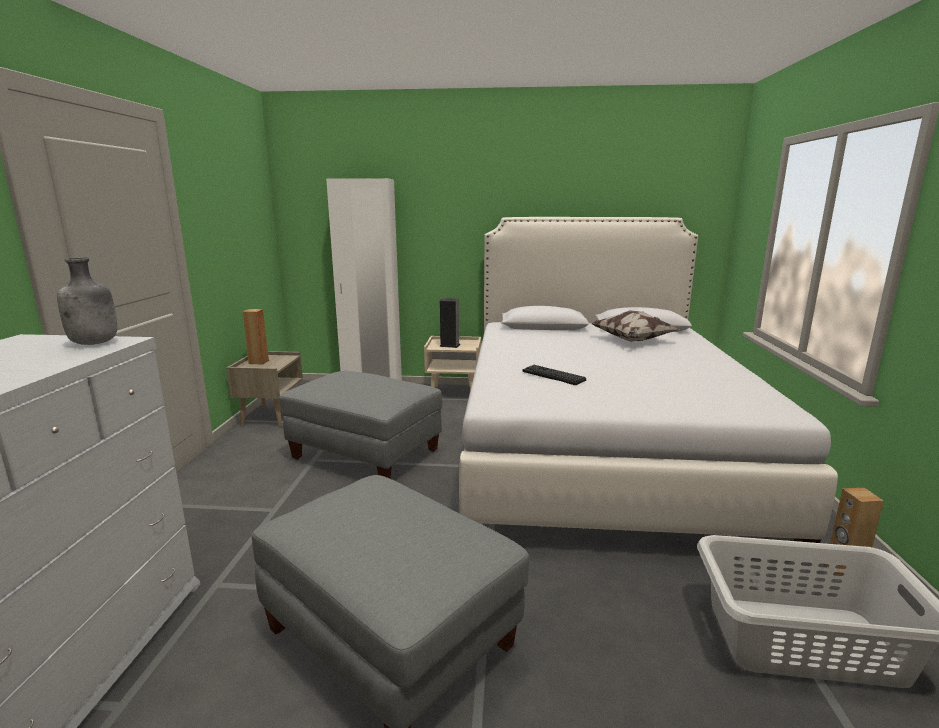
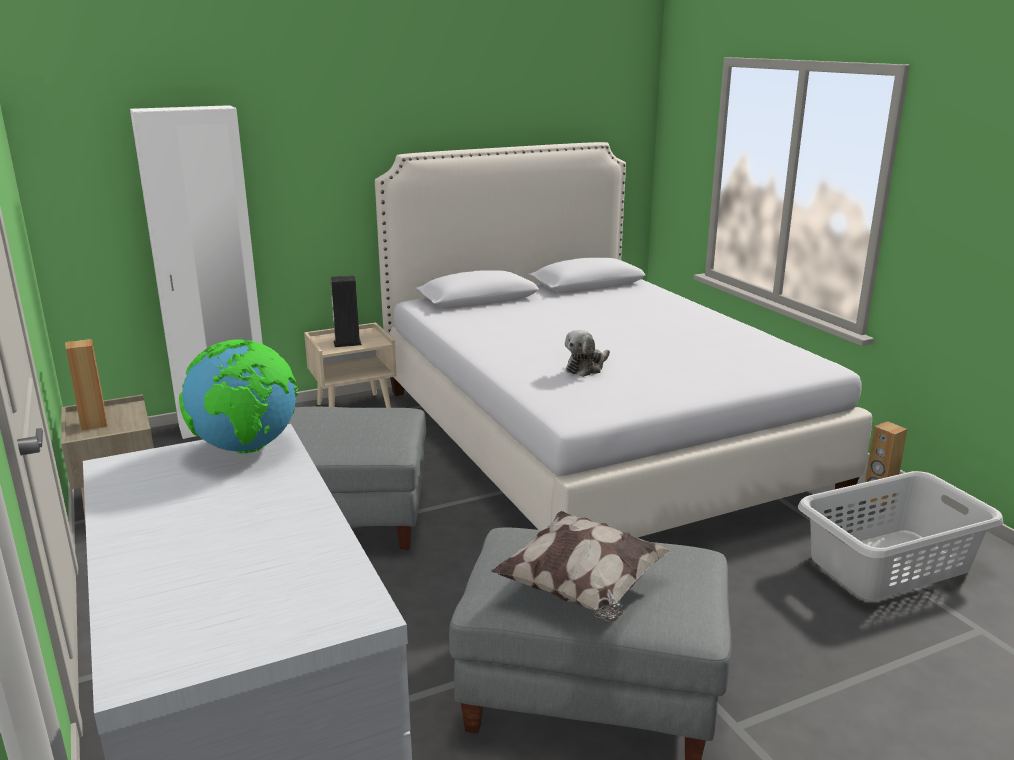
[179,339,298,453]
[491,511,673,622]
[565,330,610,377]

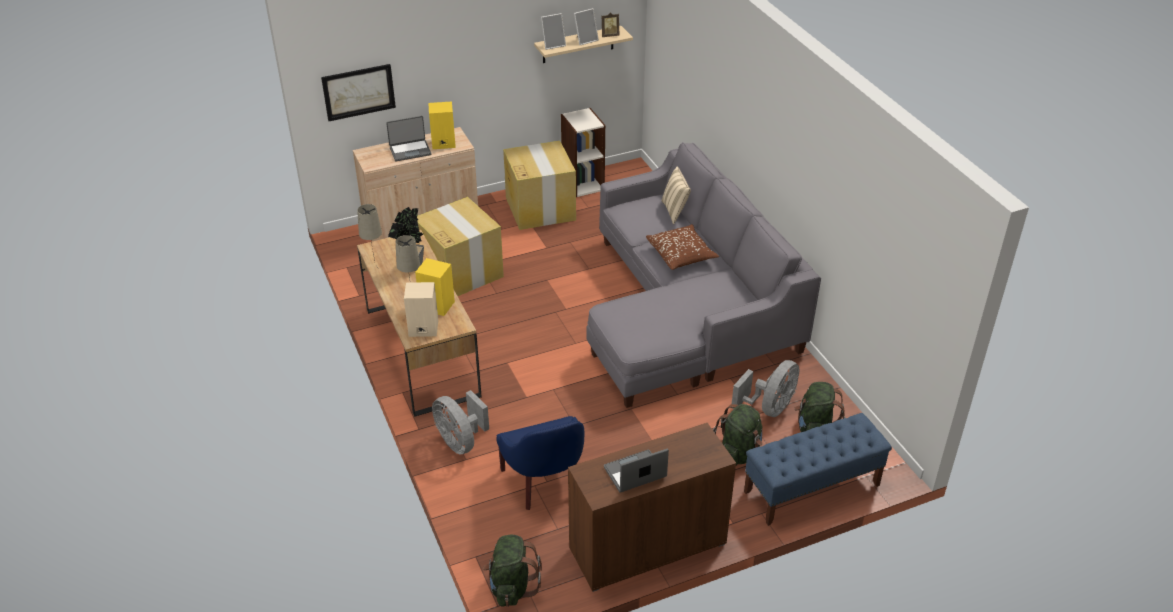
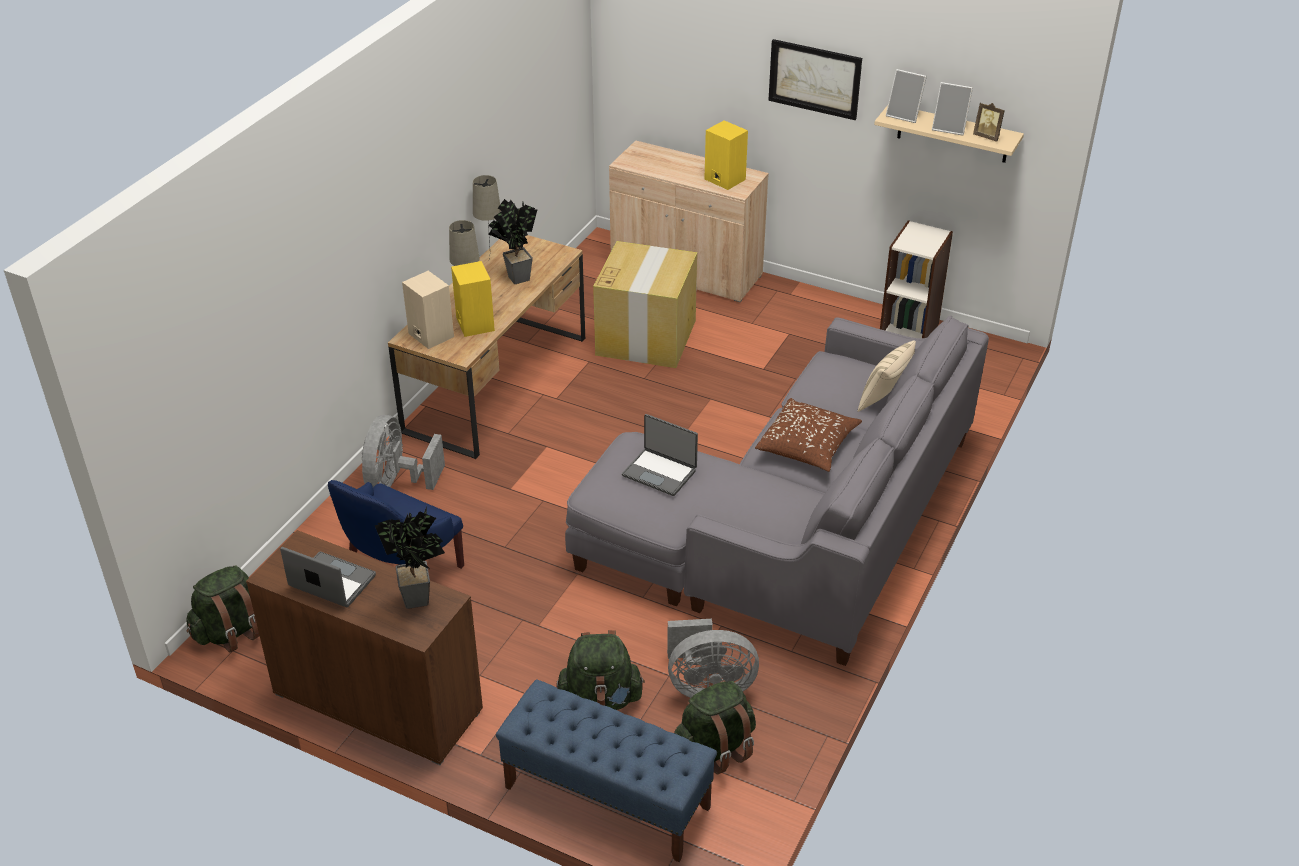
[375,506,445,609]
[622,414,698,496]
[768,39,862,120]
[503,141,576,230] (first image)

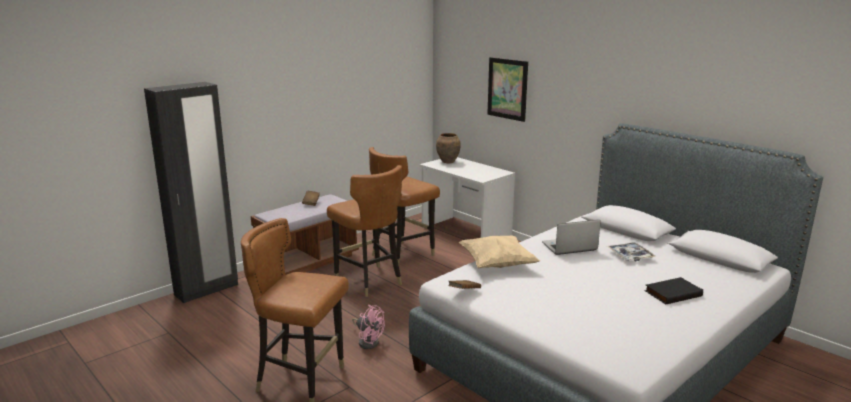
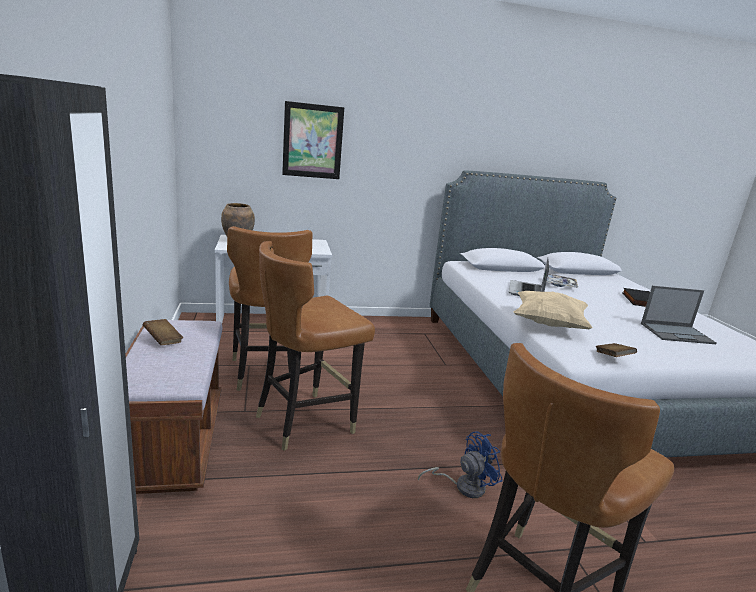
[256,241,375,451]
[418,431,503,498]
[641,286,717,344]

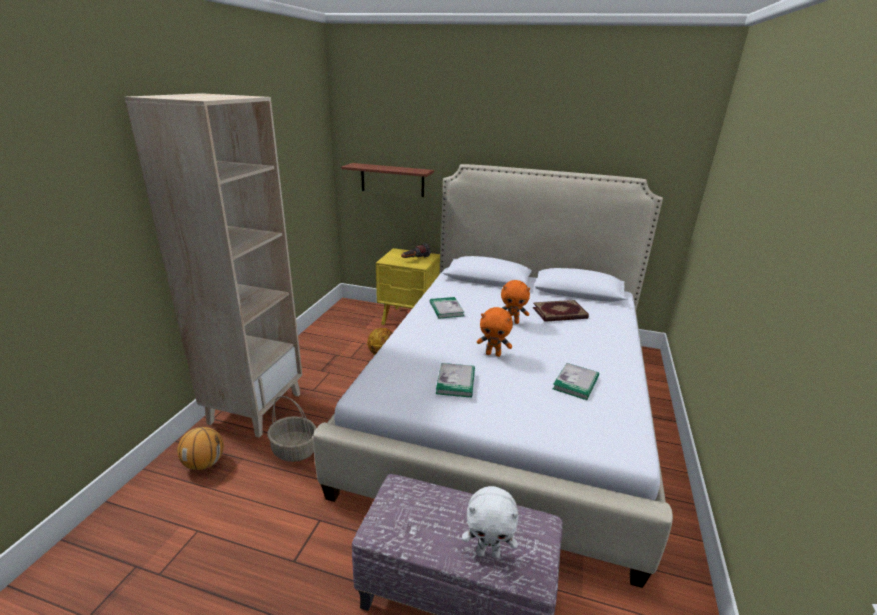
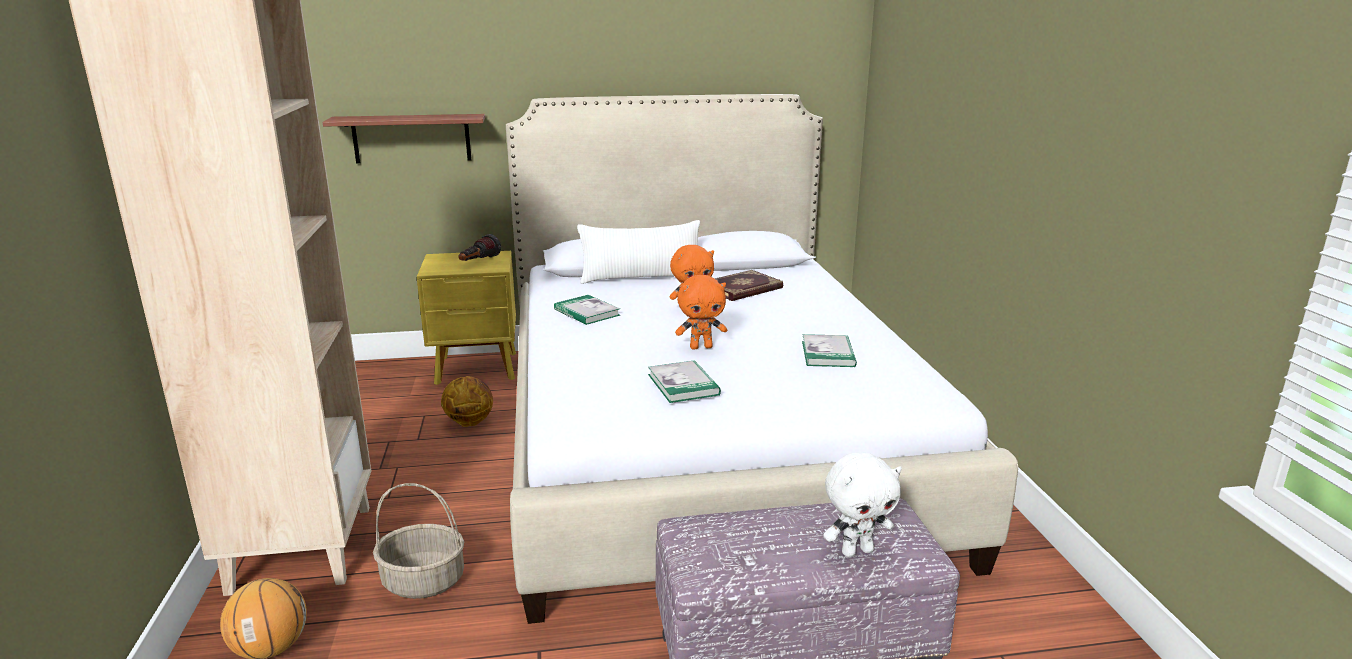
[577,220,700,284]

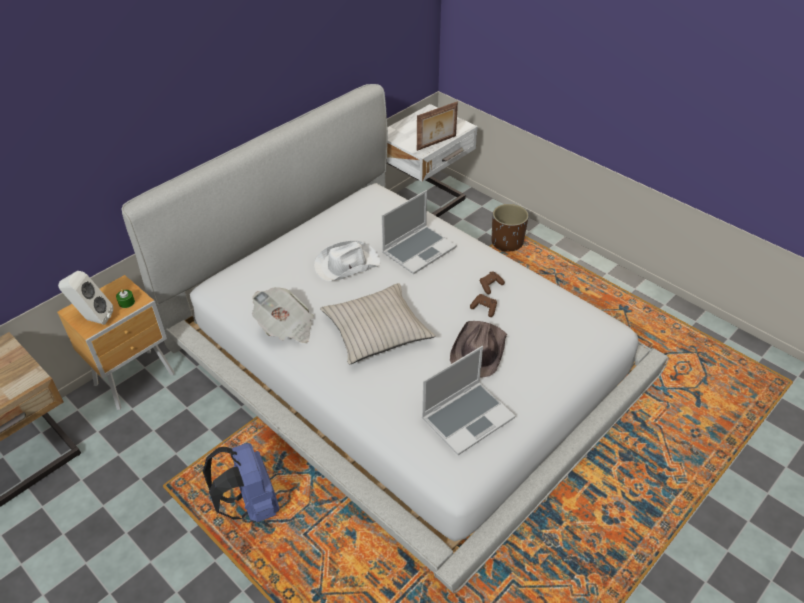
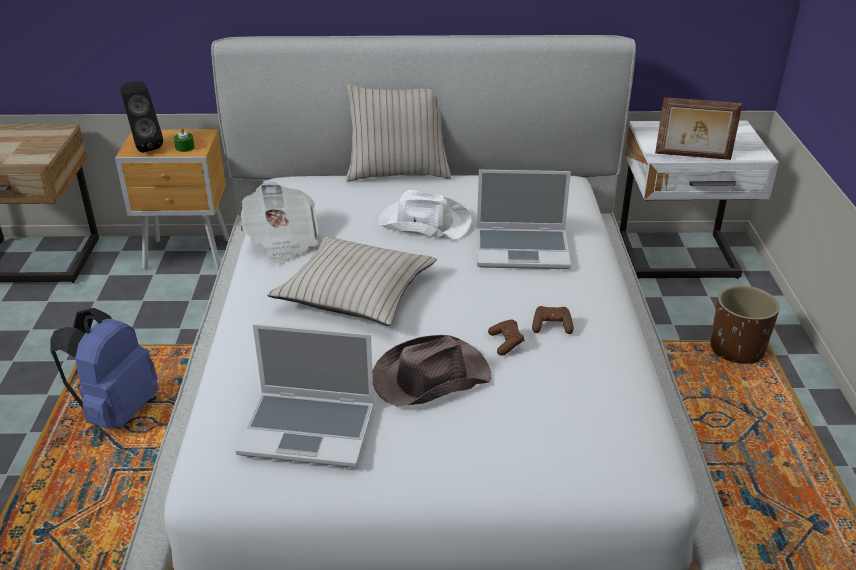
[121,81,163,153]
[345,84,451,182]

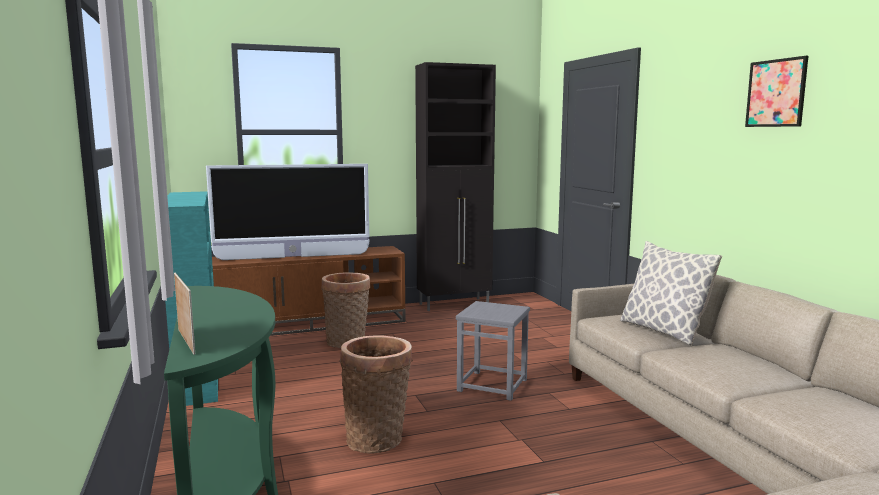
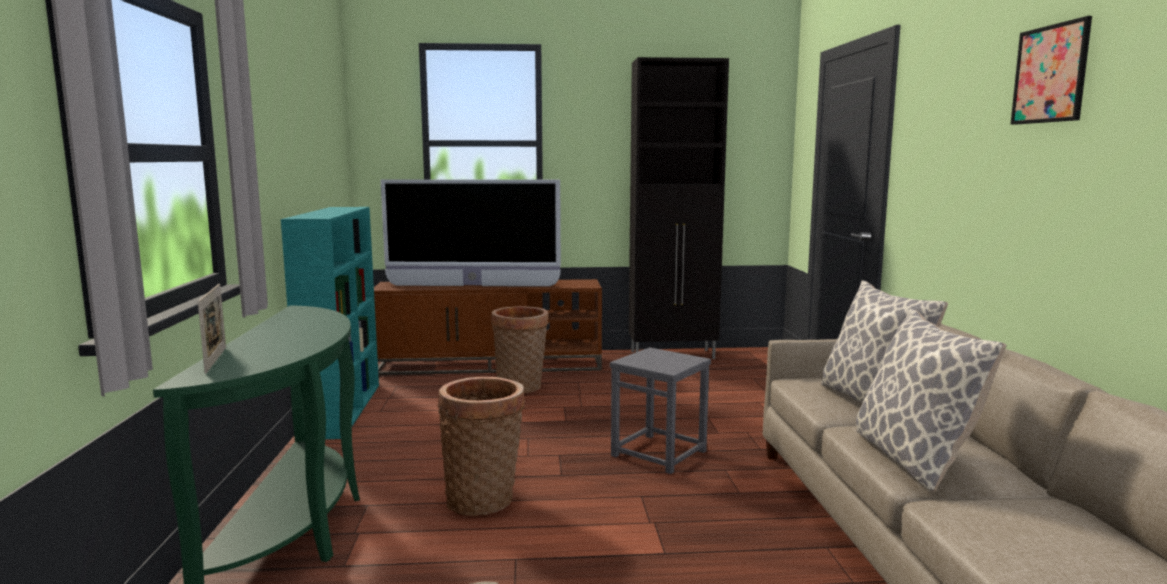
[856,309,1006,492]

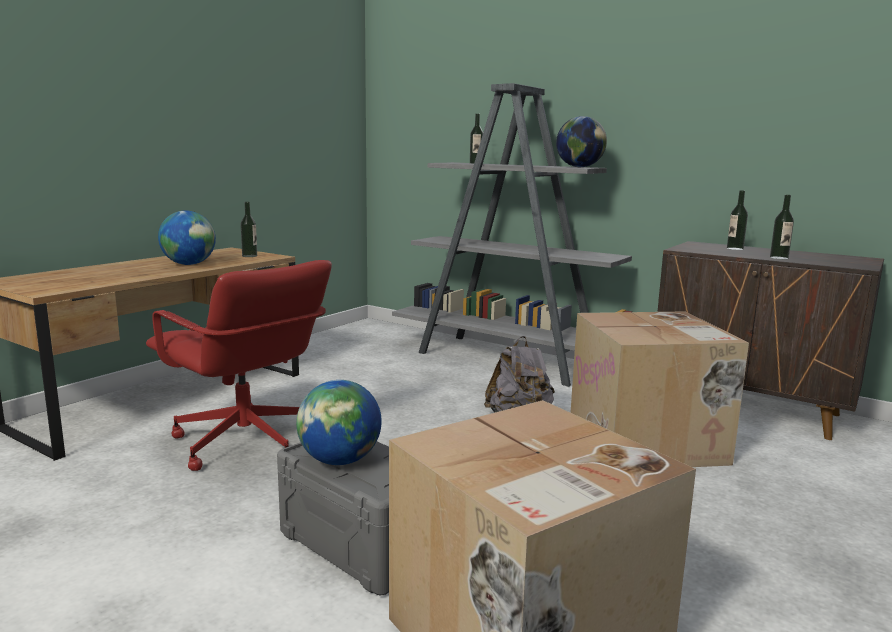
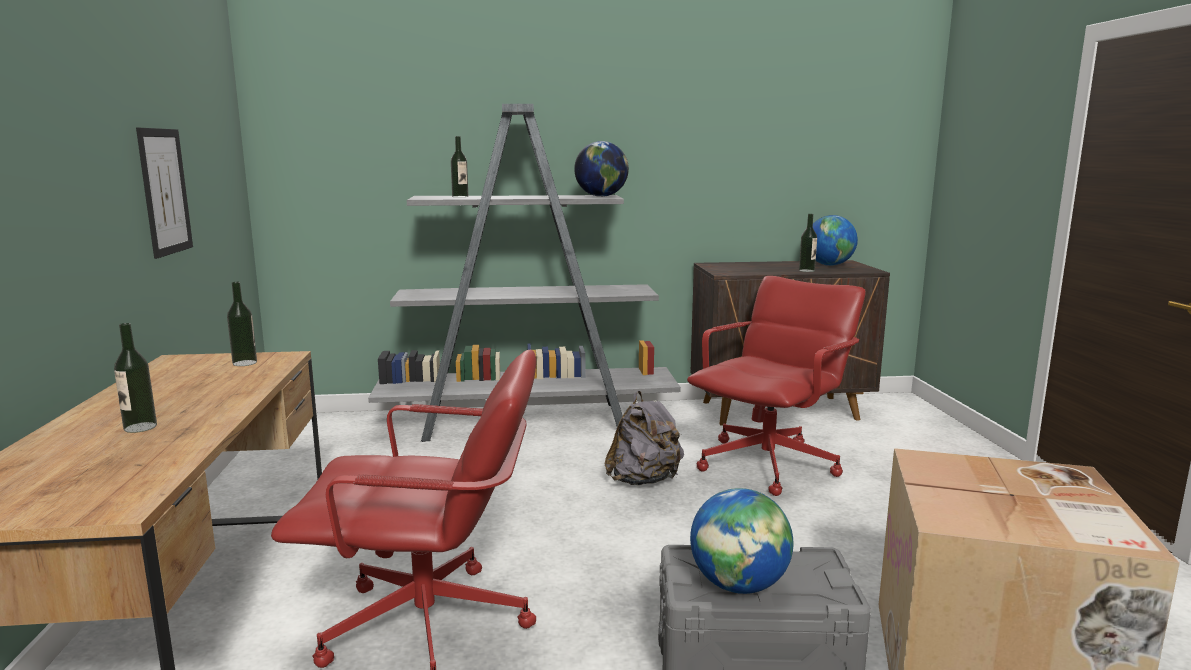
[114,323,157,433]
[136,128,193,259]
[687,276,866,496]
[813,215,858,266]

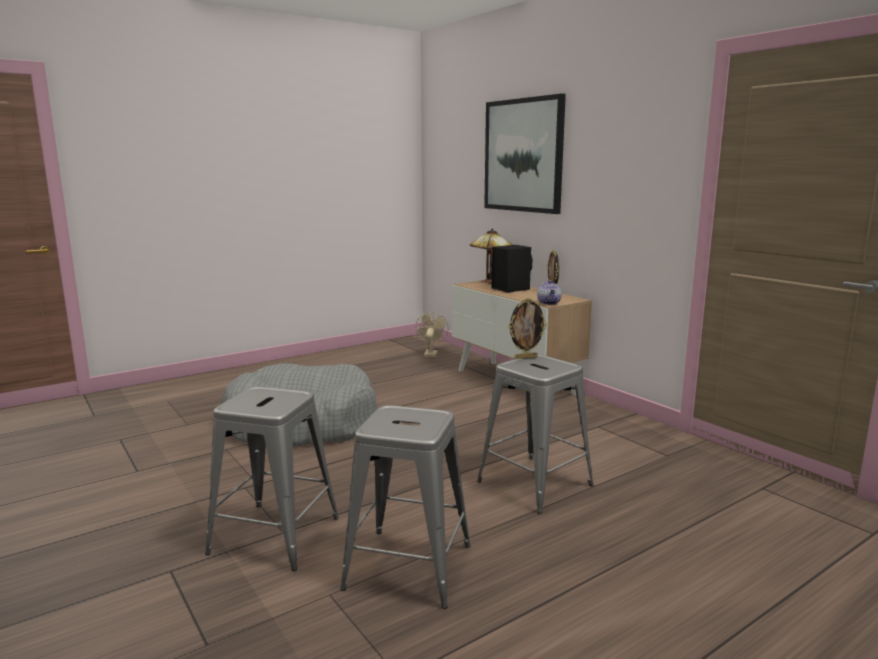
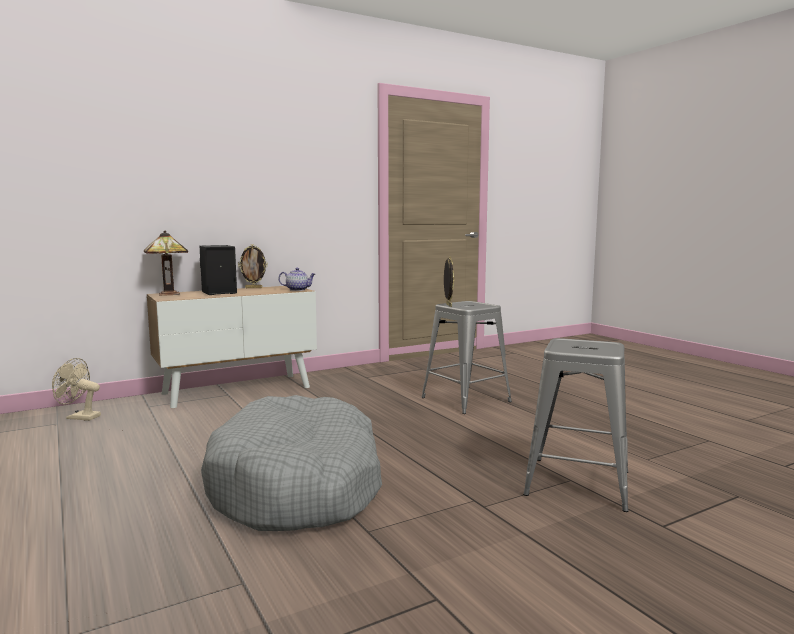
[340,405,471,609] (first image)
[484,93,566,214] (first image)

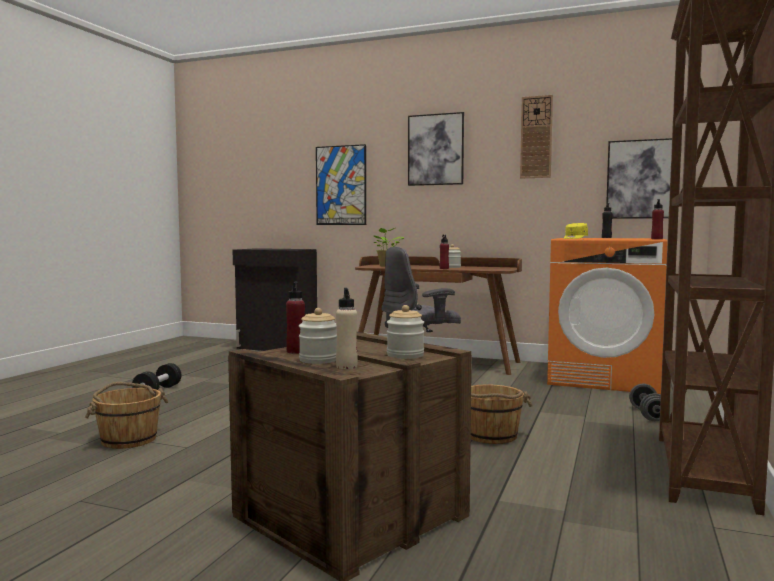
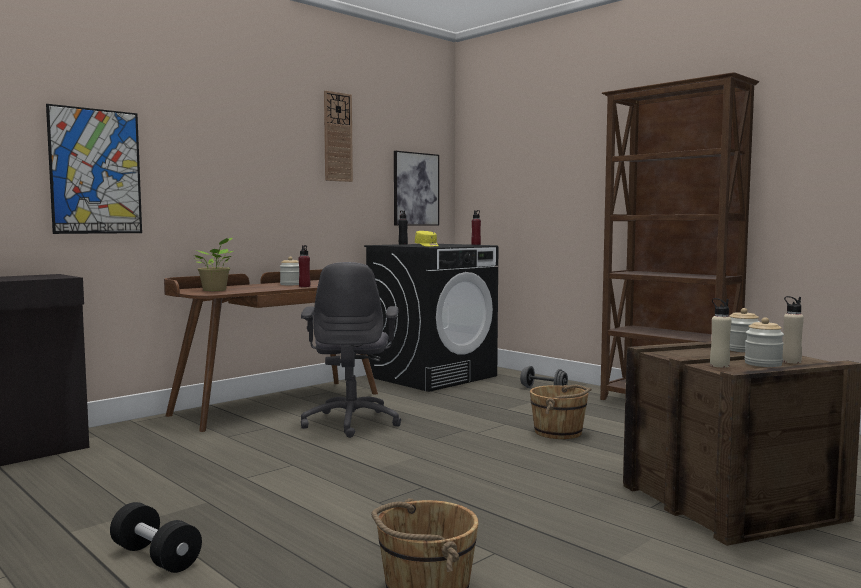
[364,244,498,392]
[710,298,731,367]
[408,112,464,186] (first image)

